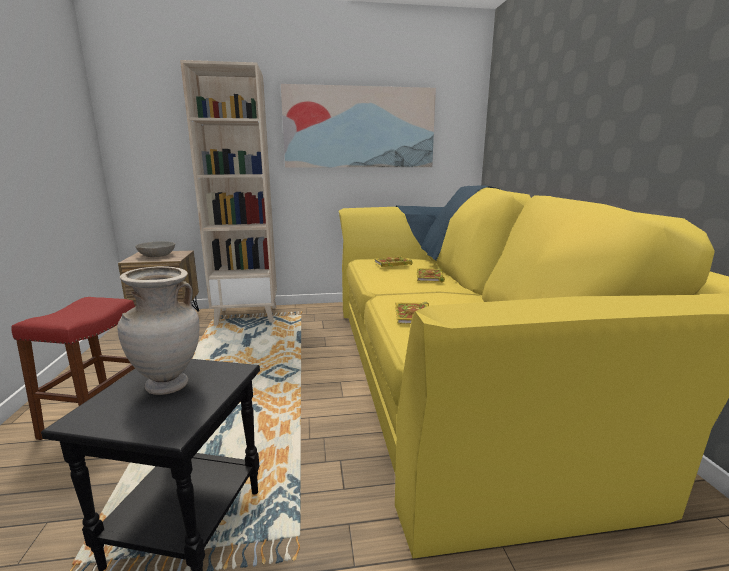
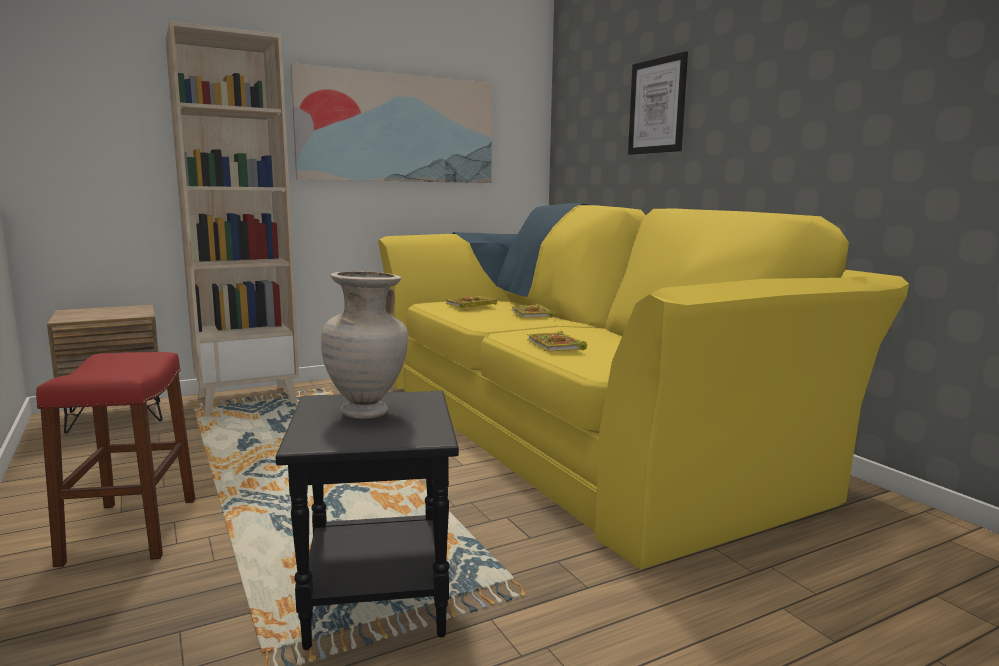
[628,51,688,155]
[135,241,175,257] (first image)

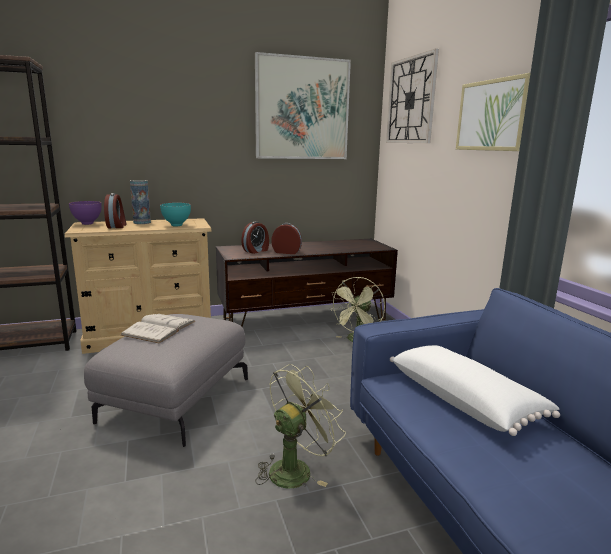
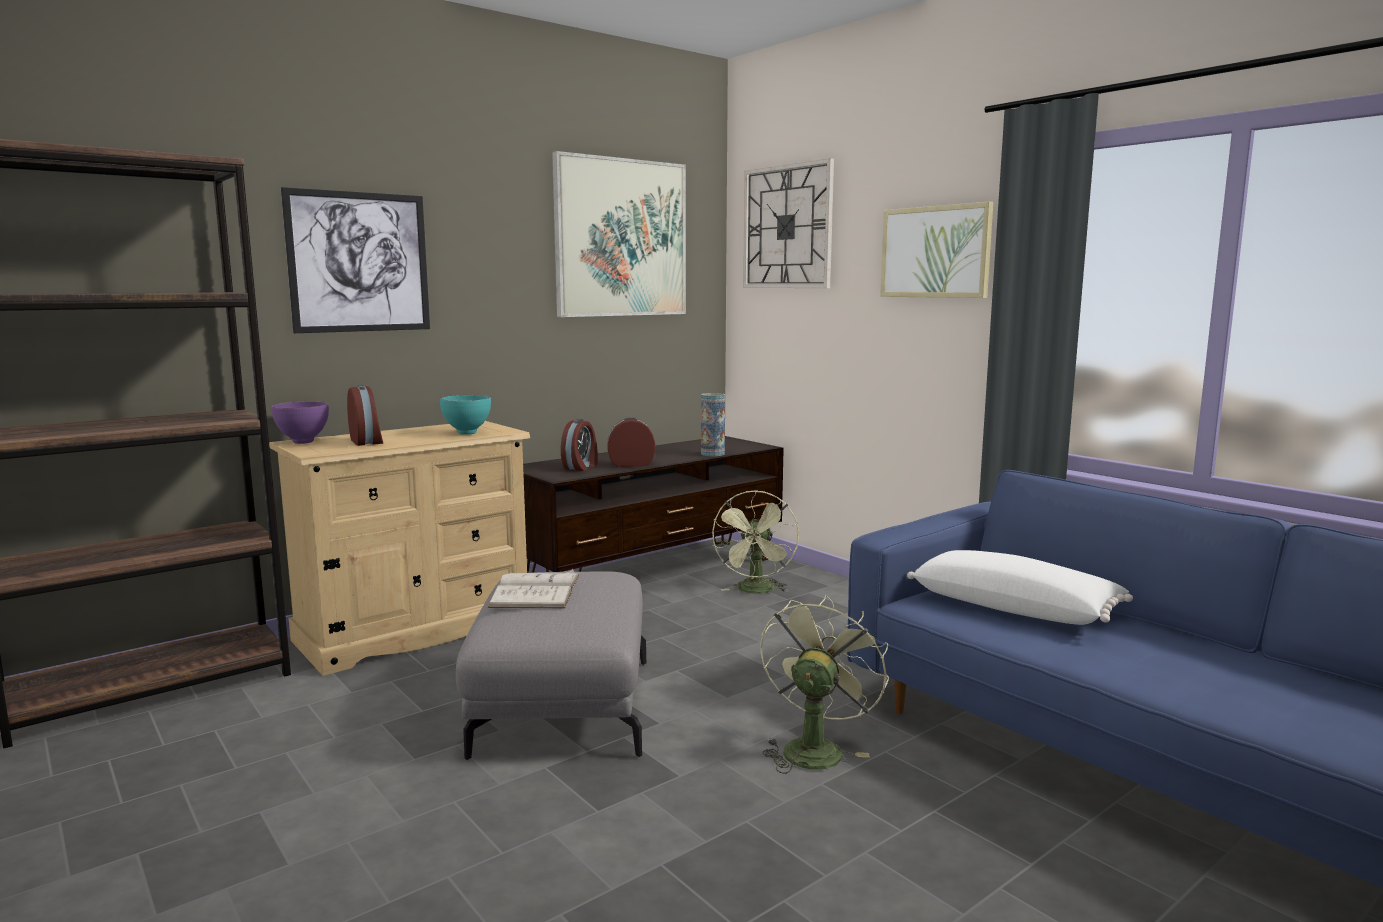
[281,187,430,333]
[701,393,725,456]

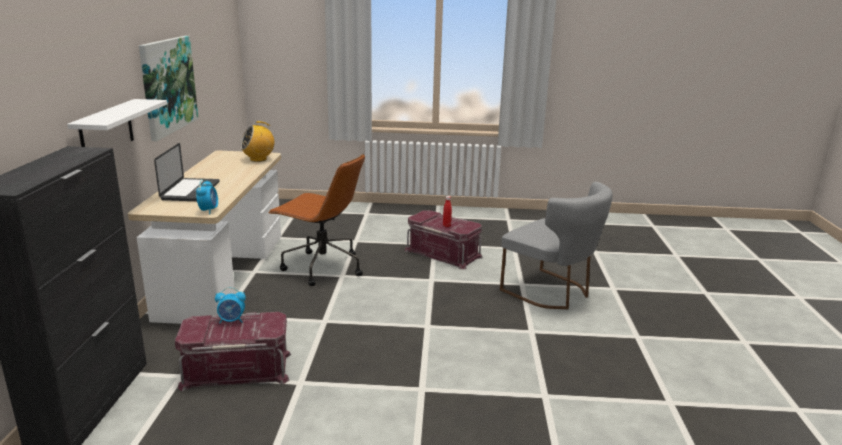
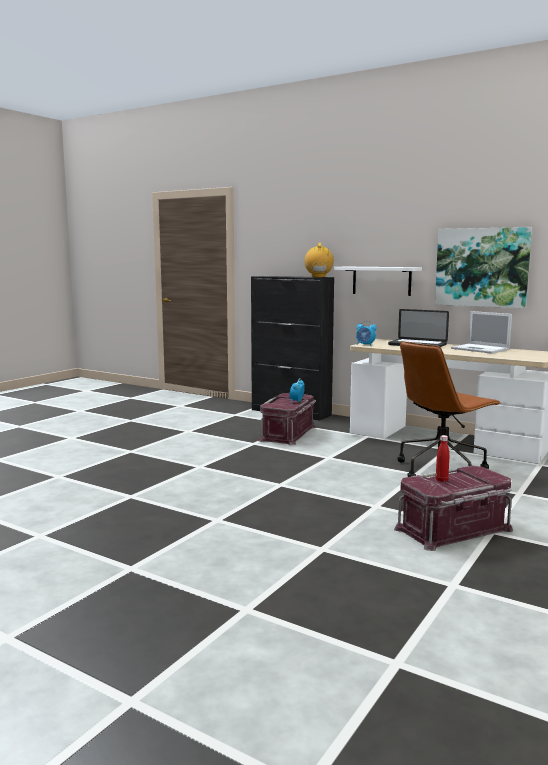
[304,243,334,277]
[451,311,512,354]
[500,182,613,309] (first image)

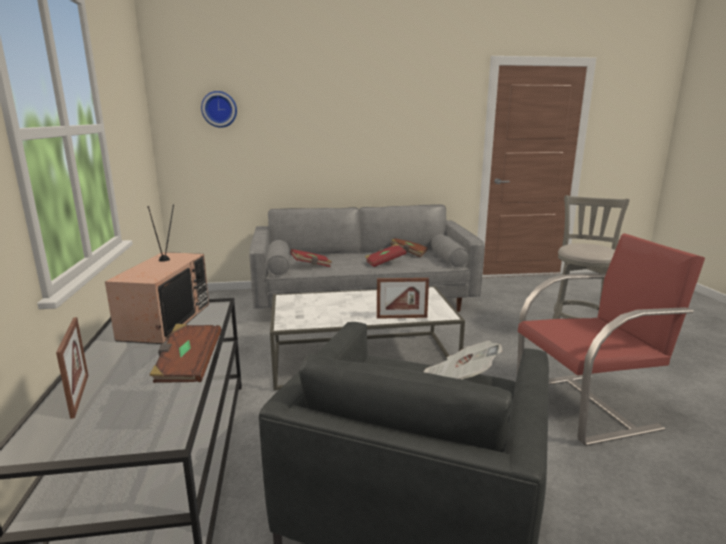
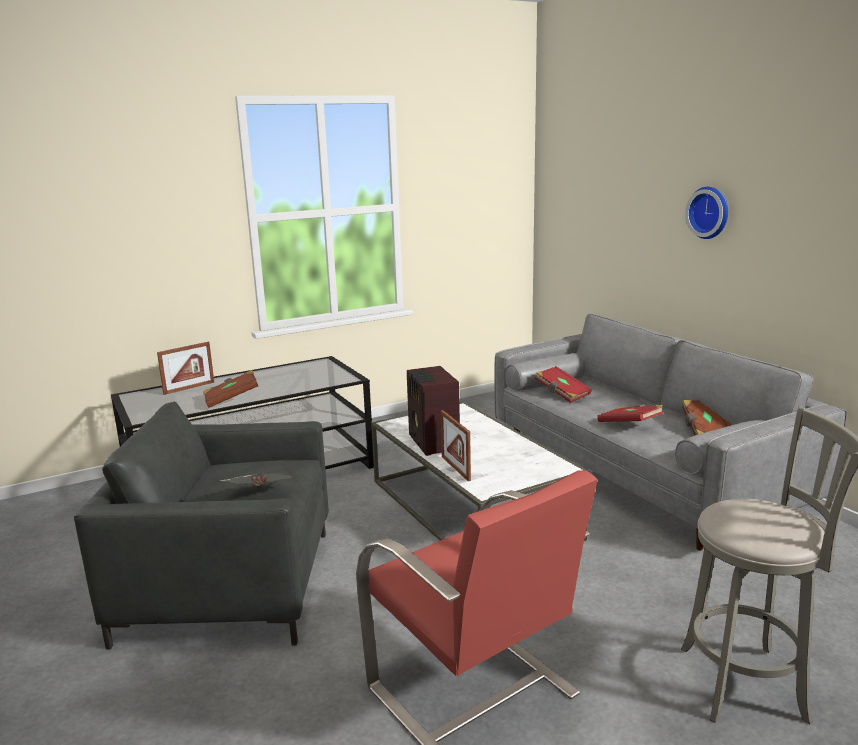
[407,366,460,456]
[685,187,728,239]
[105,204,209,344] (first image)

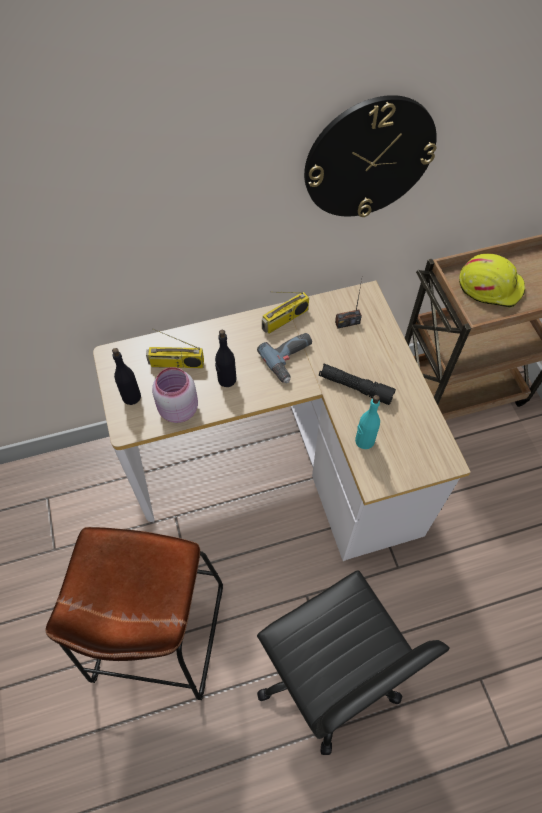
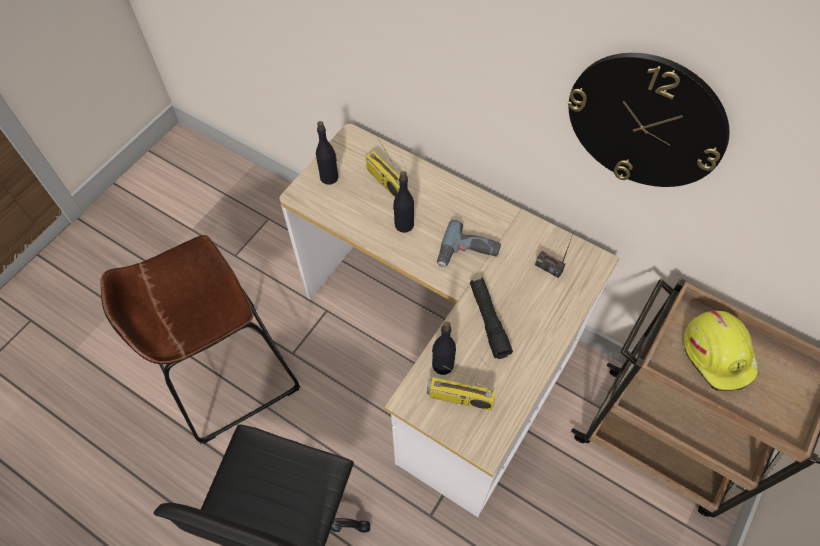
[427,366,496,411]
[432,321,456,375]
[152,367,198,423] (first image)

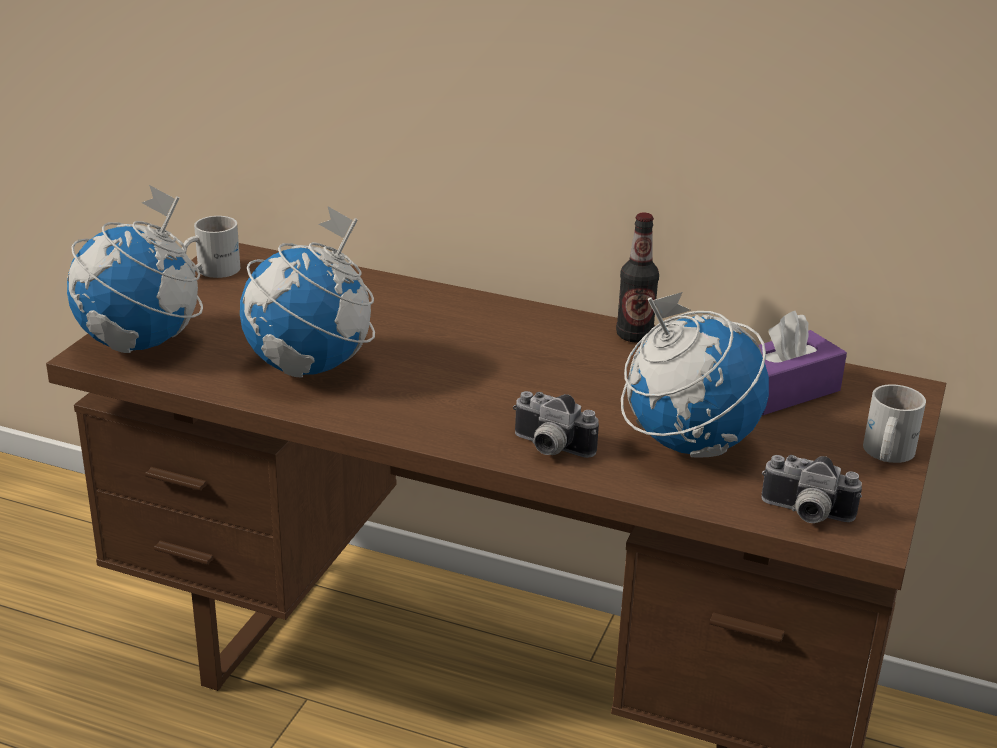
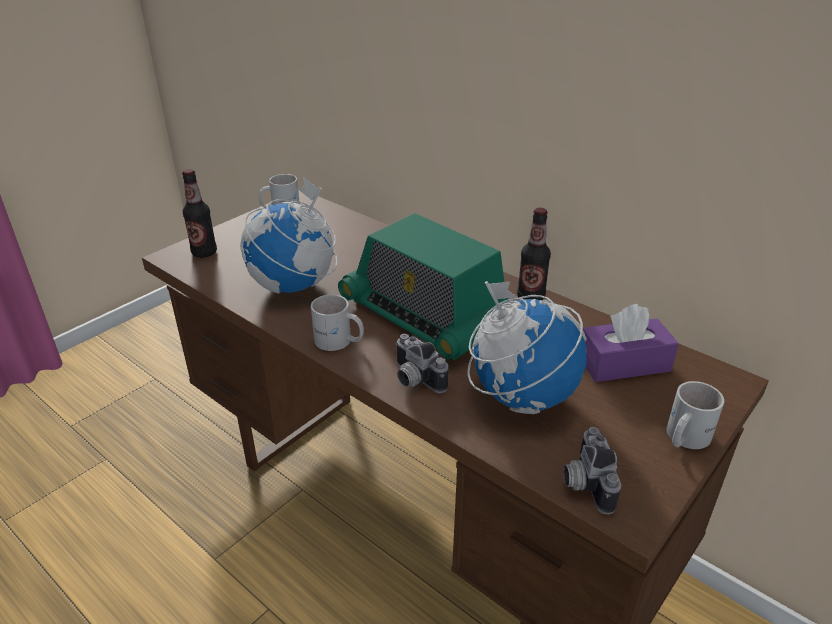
[182,169,217,258]
[311,294,364,351]
[338,213,509,360]
[563,427,621,515]

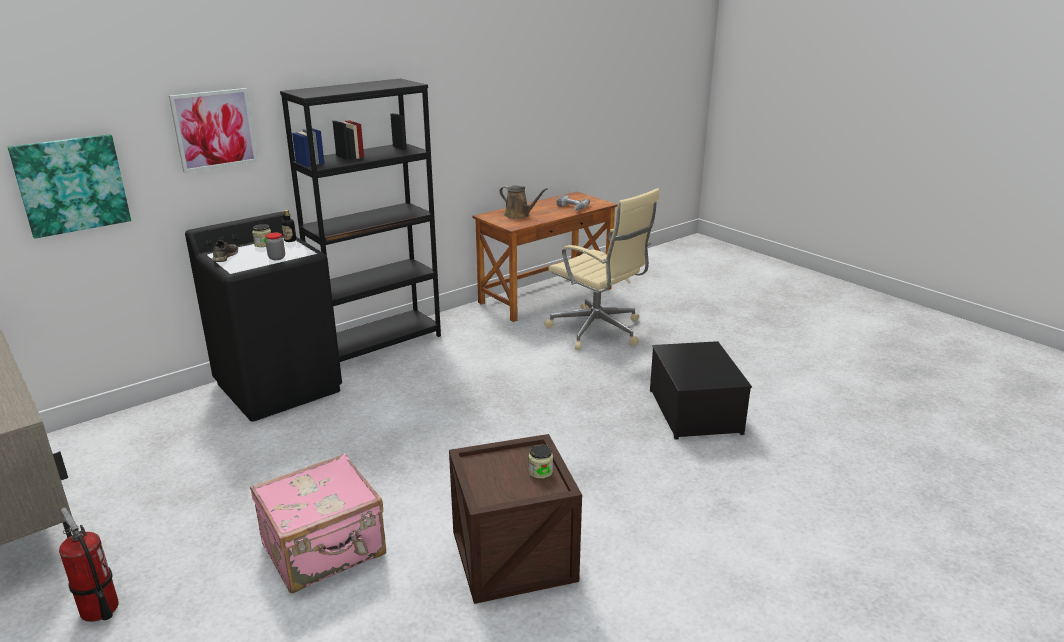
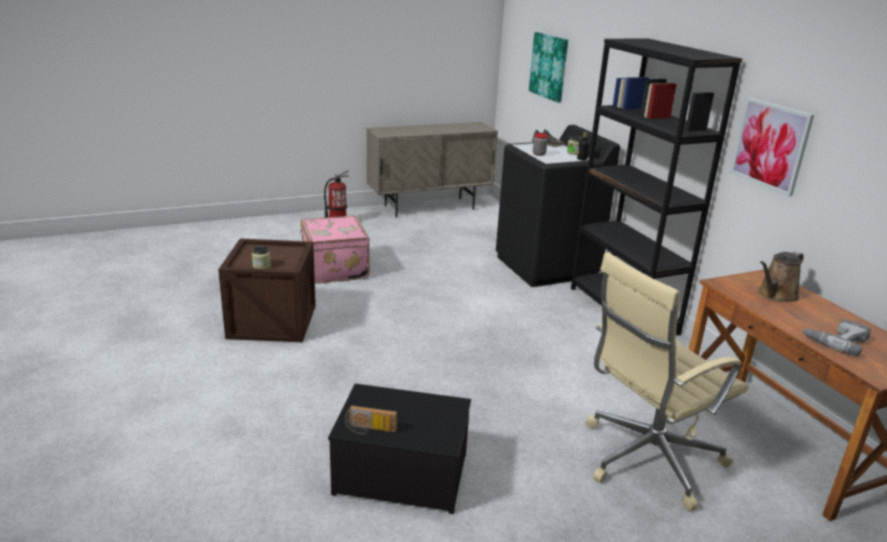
[345,405,397,435]
[730,97,814,197]

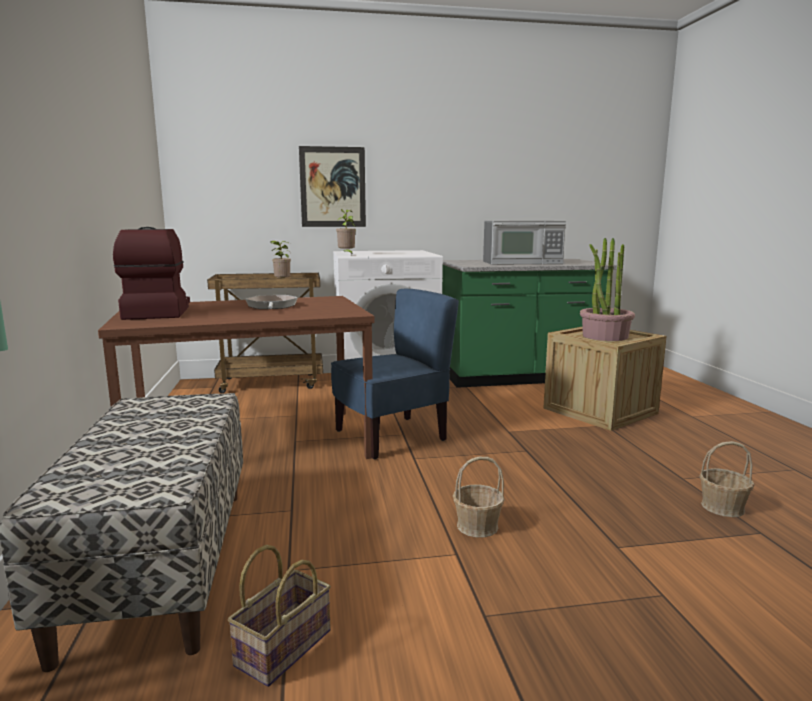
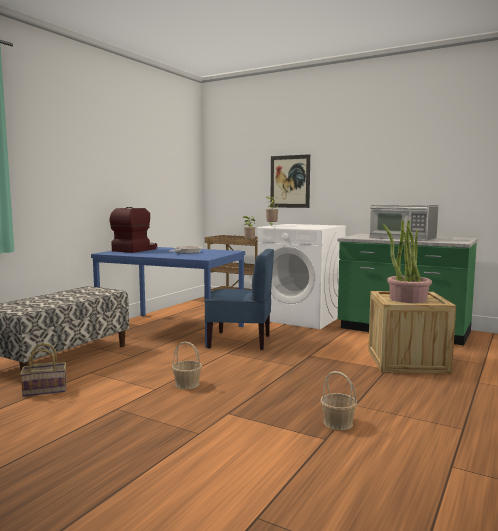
[91,247,245,348]

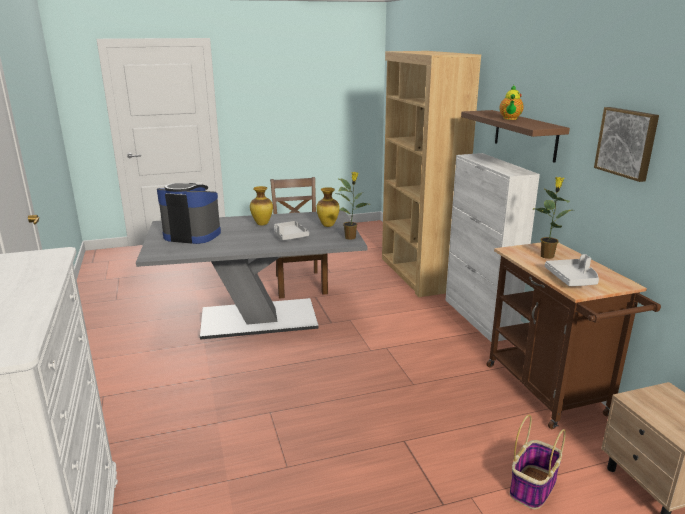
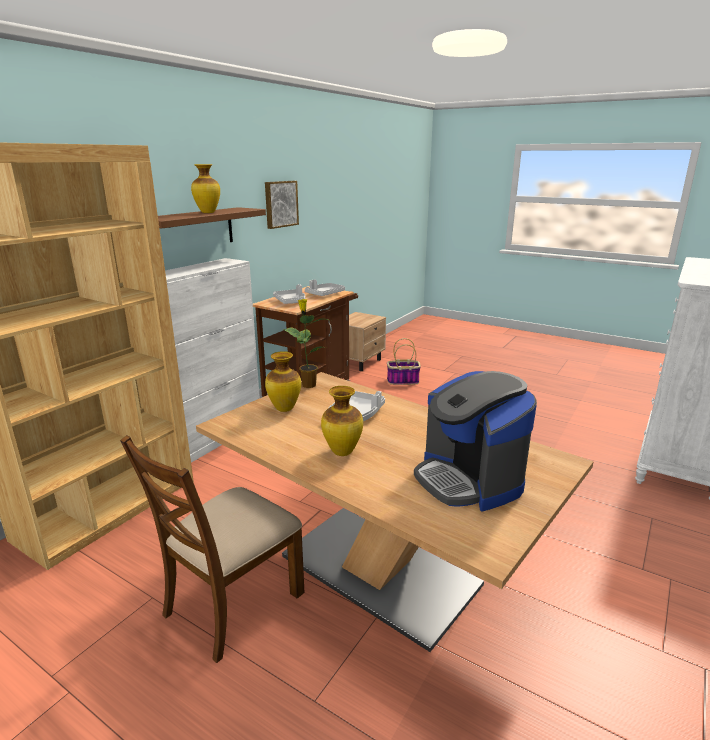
[191,164,220,213]
[196,372,594,652]
[273,284,305,304]

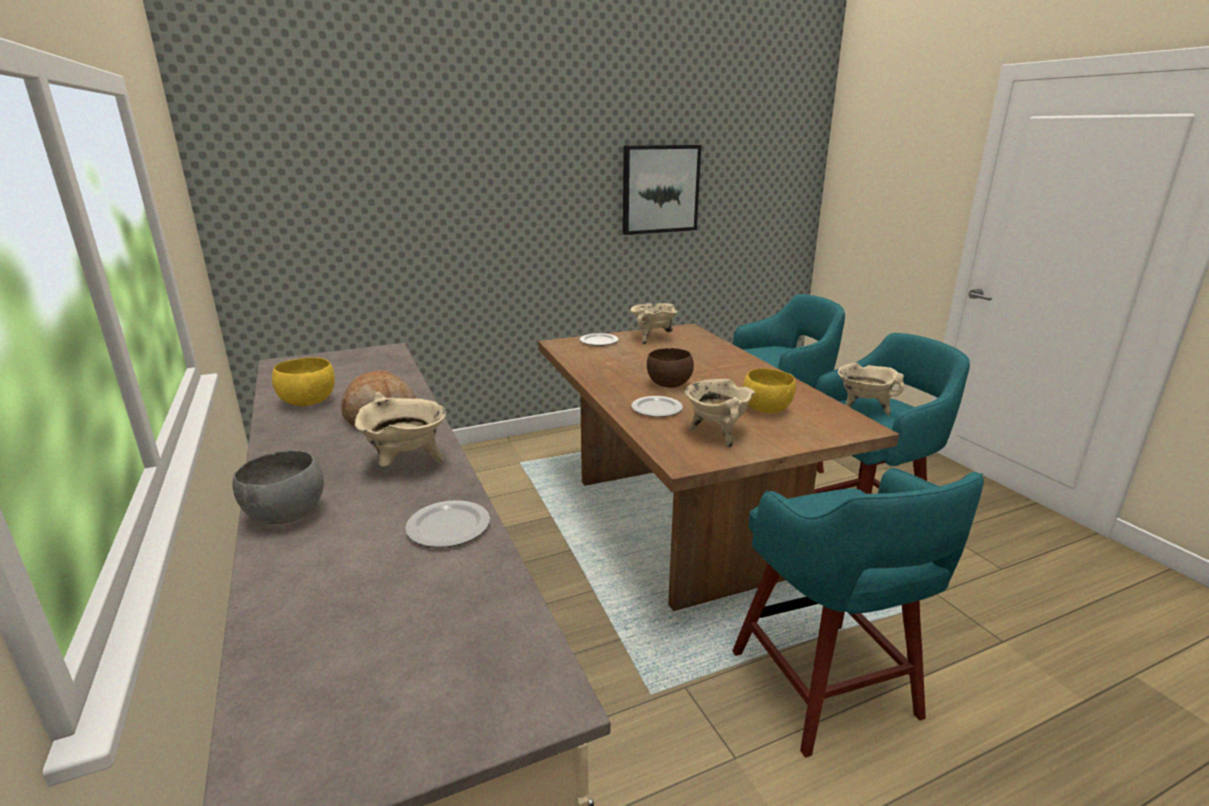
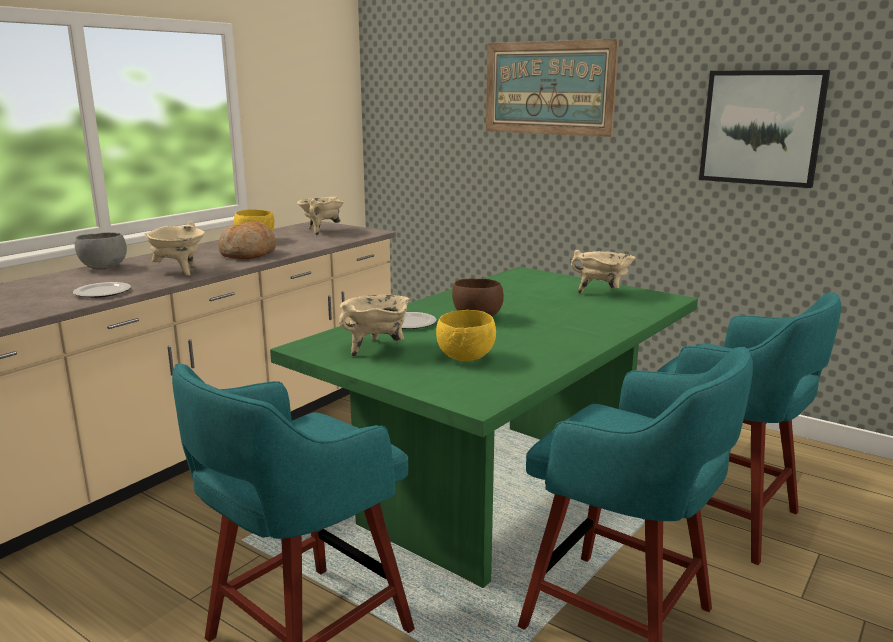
[270,267,698,588]
[297,196,344,236]
[486,39,619,137]
[580,333,618,346] (first image)

